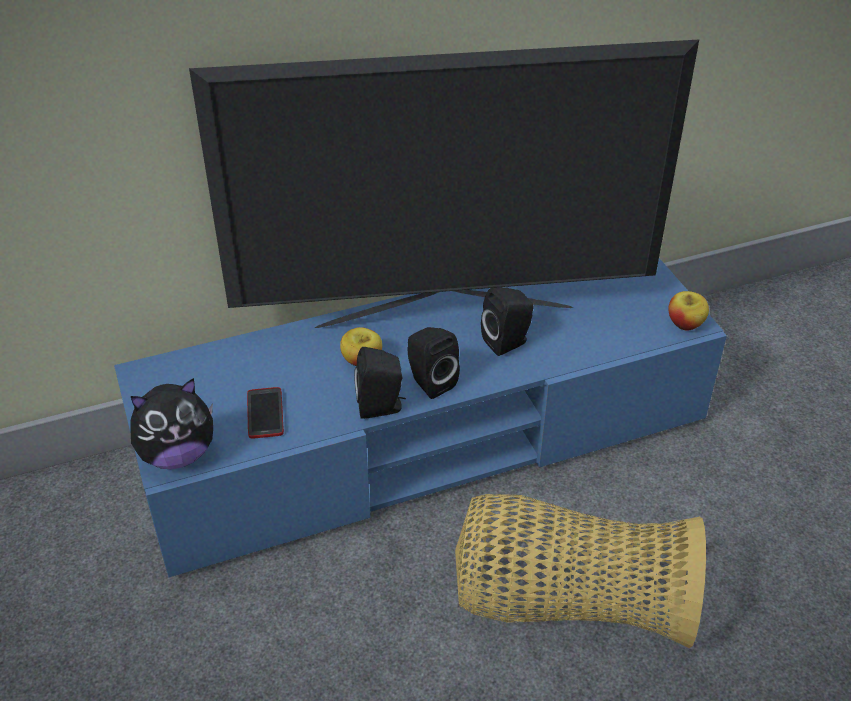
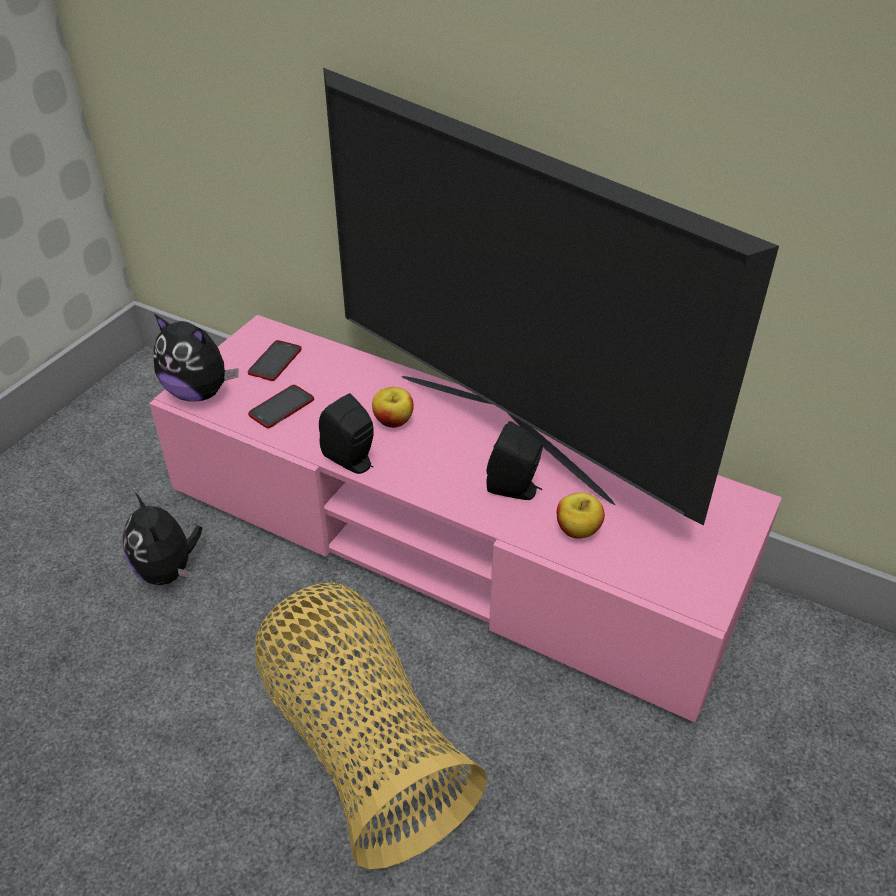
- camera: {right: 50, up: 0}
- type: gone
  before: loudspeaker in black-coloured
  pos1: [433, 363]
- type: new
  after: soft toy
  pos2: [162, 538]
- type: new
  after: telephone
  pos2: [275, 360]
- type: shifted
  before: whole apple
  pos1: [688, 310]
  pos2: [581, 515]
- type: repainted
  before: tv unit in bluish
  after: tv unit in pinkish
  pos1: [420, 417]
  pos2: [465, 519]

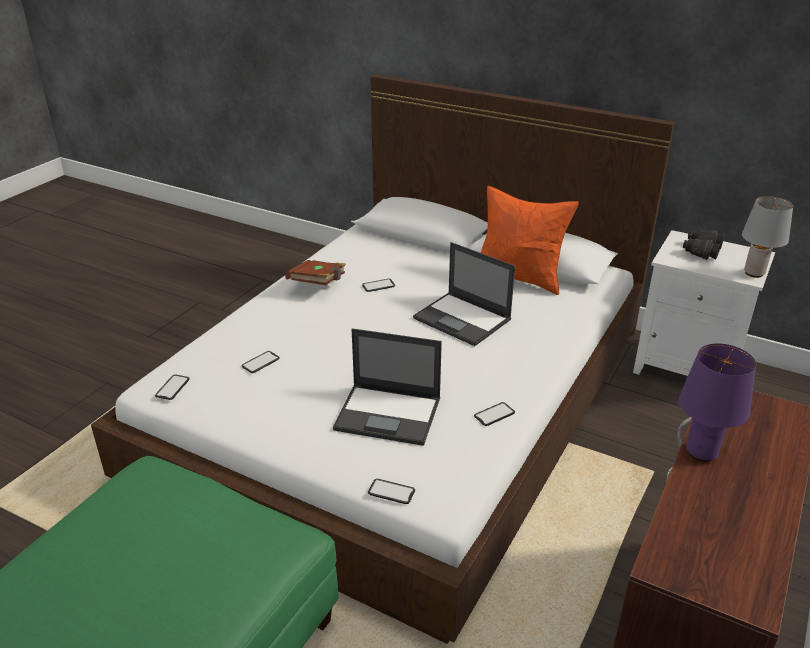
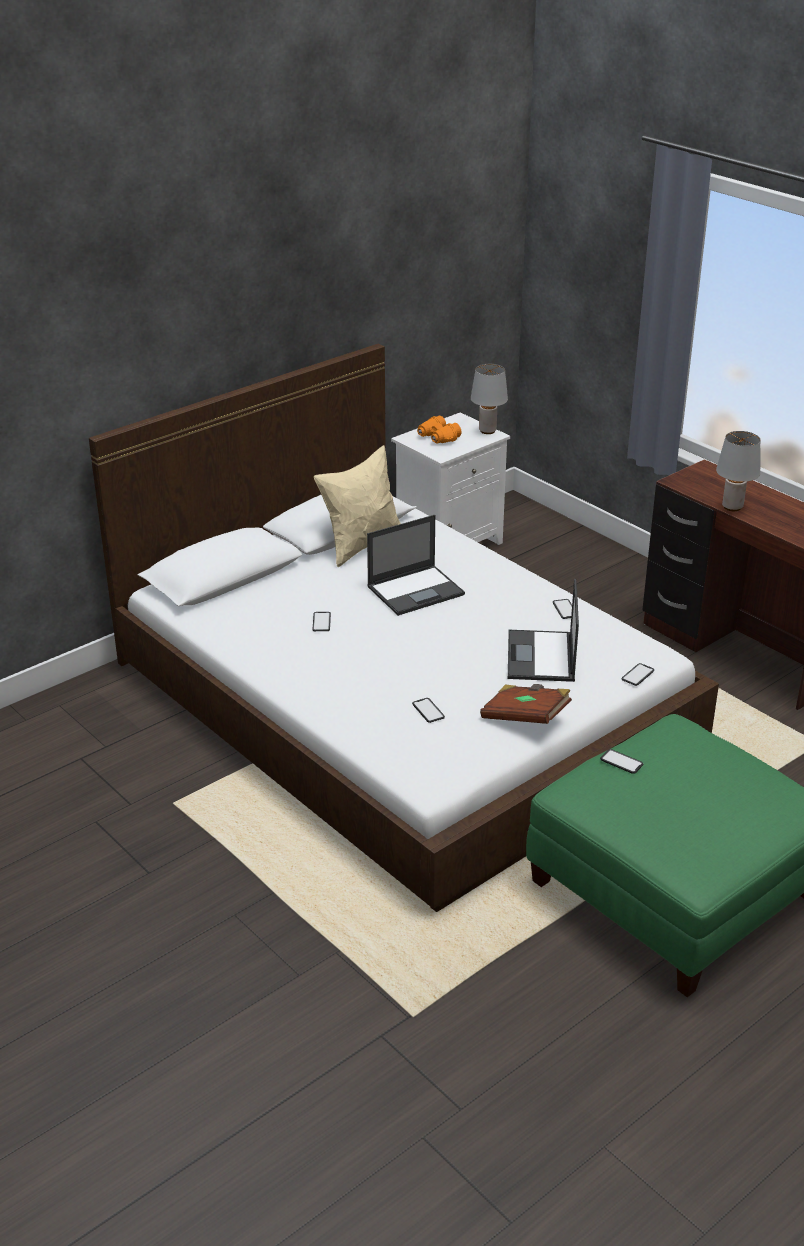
- camera: {right: -70, up: 0}
- type: shifted
  before: telephone
  pos1: [172, 387]
  pos2: [621, 761]
- type: shifted
  before: book in brownish
  pos1: [315, 272]
  pos2: [526, 704]
- type: repainted
  before: throw pillow in orange-coloured
  after: throw pillow in sand-coloured
  pos1: [530, 240]
  pos2: [357, 506]
- type: repainted
  before: lamp for a table in purplish
  after: lamp for a table in greyish
  pos1: [717, 403]
  pos2: [738, 471]
- type: repainted
  before: field glasses in black-coloured
  after: field glasses in orange-coloured
  pos1: [704, 244]
  pos2: [439, 430]
- type: rotated
  before: portable computer
  pos1: [387, 387]
  pos2: [543, 630]
  turn: 150

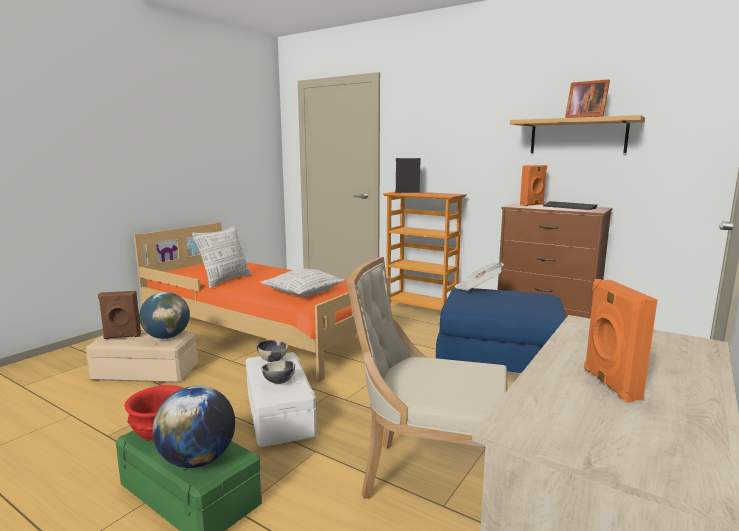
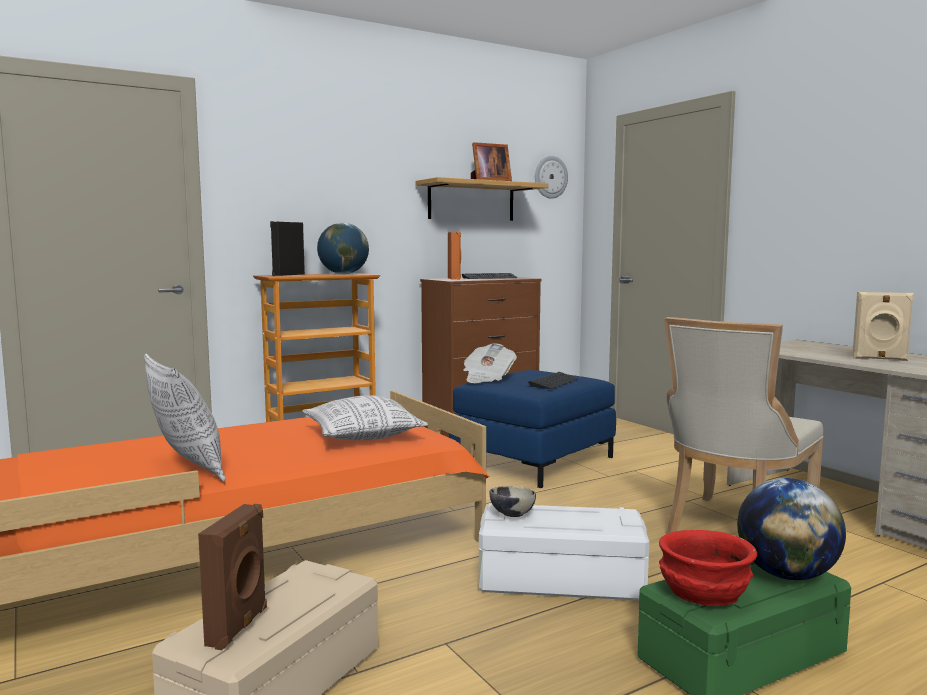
- camera: {right: -65, up: -5}
- type: gone
  before: deep dish
  pos1: [278, 372]
- type: new
  after: keyboard
  pos2: [553, 380]
- type: new
  after: hanging clock
  pos2: [551, 177]
- type: shifted
  before: desk globe
  pos1: [164, 315]
  pos2: [343, 248]
- type: repainted
  before: loudspeaker in orange-coloured
  after: loudspeaker in sand-coloured
  pos1: [620, 341]
  pos2: [883, 326]

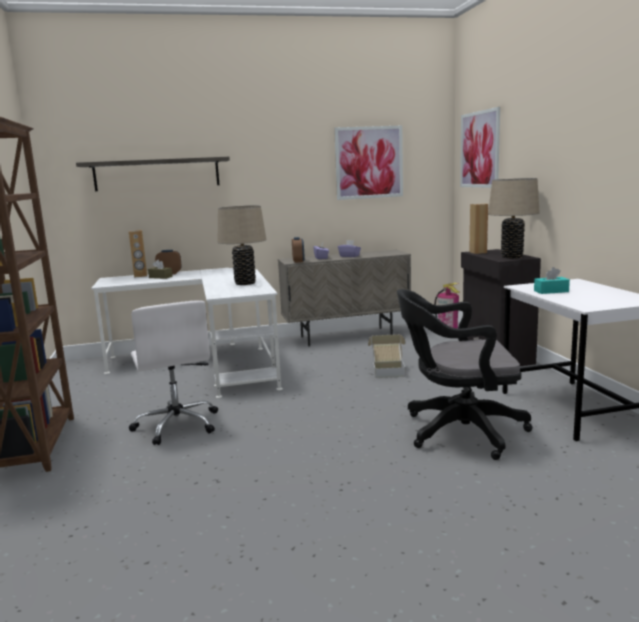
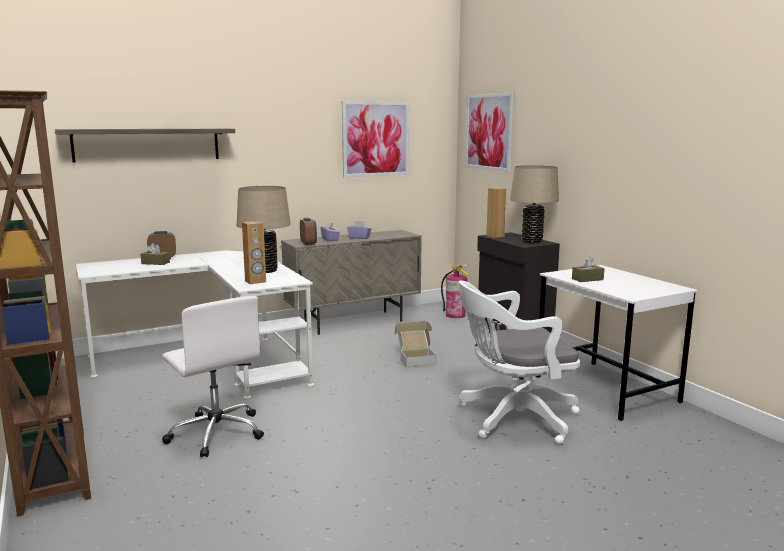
- camera: {right: -15, up: 0}
- type: shifted
  before: loudspeaker in brownish
  pos1: [138, 254]
  pos2: [254, 252]
- type: repainted
  before: computer chair in black-coloured
  after: computer chair in white-coloured
  pos1: [464, 374]
  pos2: [519, 362]
- type: repainted
  before: box of tissues in blue-green
  after: box of tissues in brownish
  pos1: [552, 280]
  pos2: [588, 269]

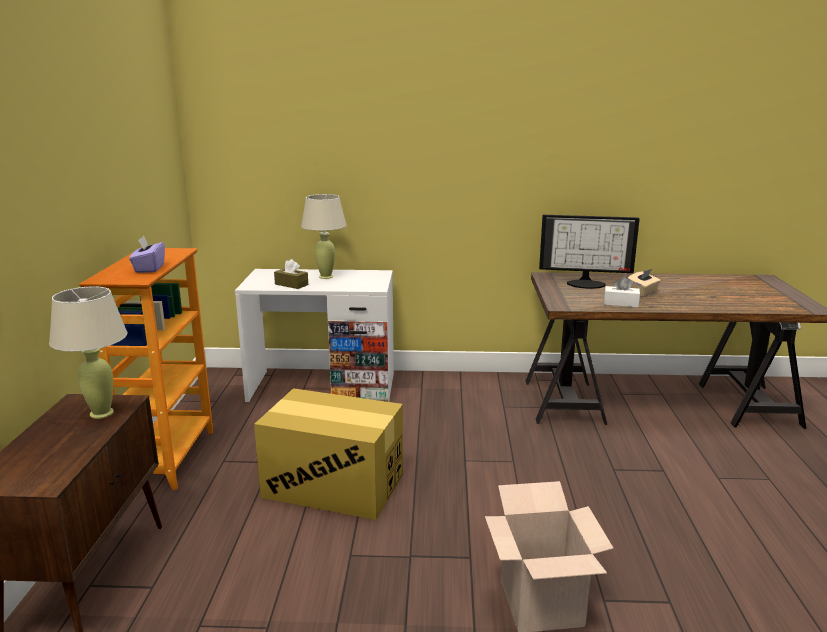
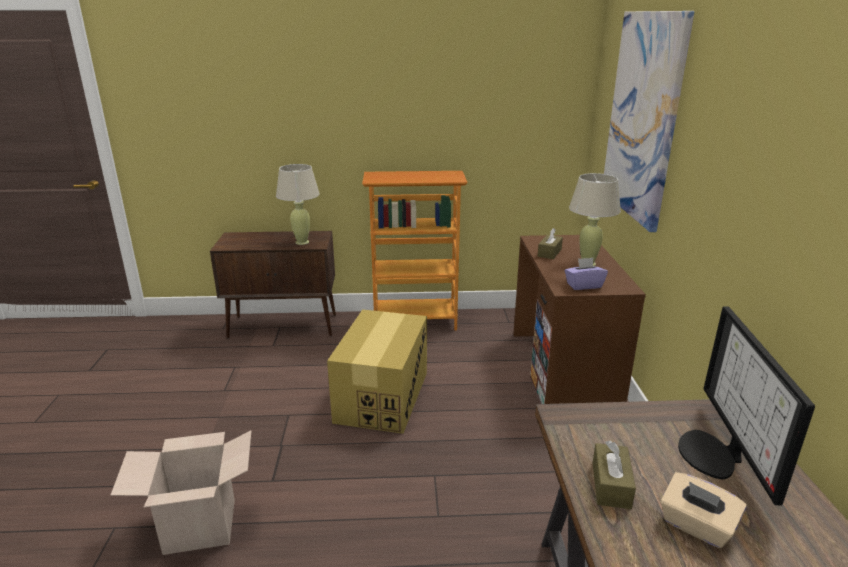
- camera: {right: 85, up: 5}
- type: new
  after: picture
  pos2: [649, 121]
- type: shifted
  before: box of tissues in purplish
  pos1: [147, 254]
  pos2: [586, 274]
- type: repainted
  before: desk table in white-coloured
  after: desk table in brownish
  pos1: [314, 335]
  pos2: [579, 319]
- type: repainted
  before: box of tissues in white-coloured
  after: box of tissues in brownish
  pos1: [622, 292]
  pos2: [614, 475]

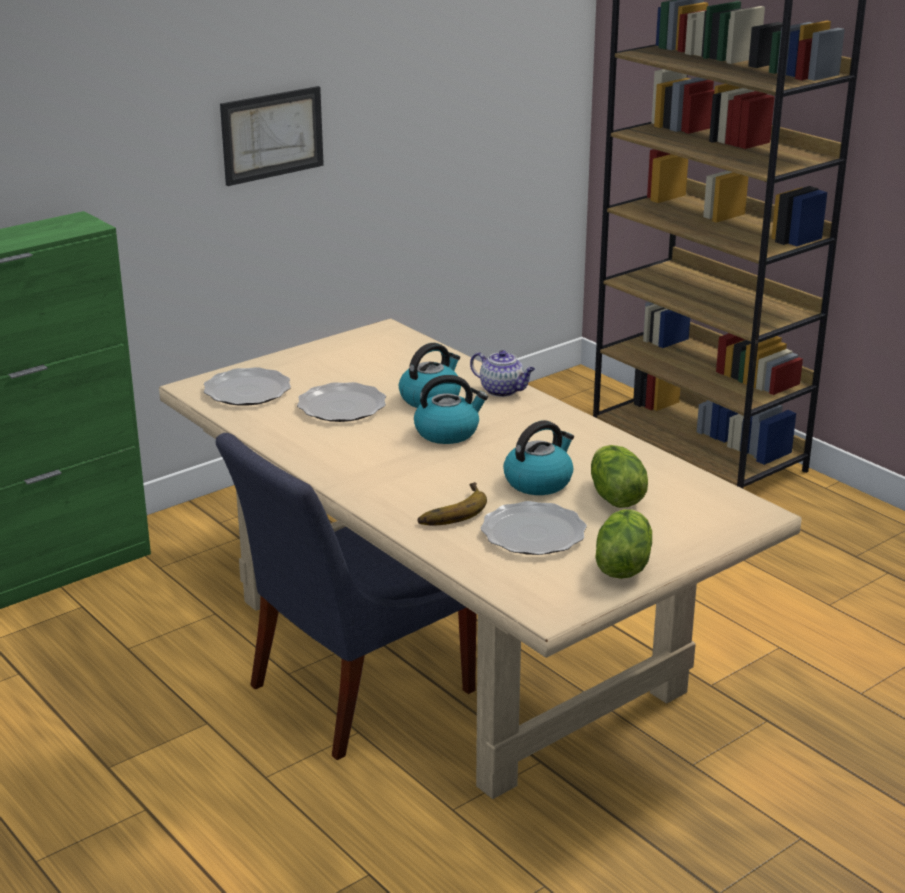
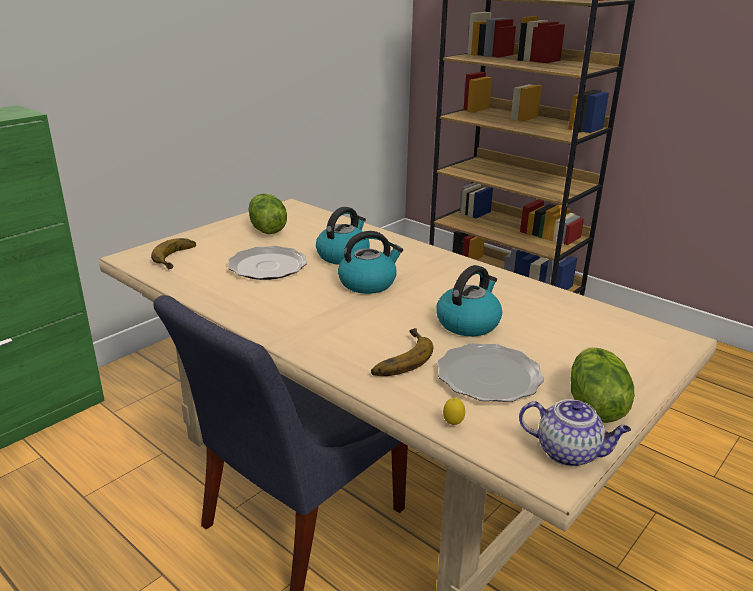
- camera: {right: -10, up: 0}
- type: gone
  before: picture
  pos1: [272, 136]
- type: new
  after: whole lemon
  pos2: [454, 411]
- type: shifted
  before: pot for tea
  pos1: [502, 373]
  pos2: [575, 433]
- type: shifted
  before: head of lettuce
  pos1: [619, 476]
  pos2: [268, 213]
- type: swapped
  before: dinner plate
  after: whole banana
  pos1: [247, 386]
  pos2: [173, 254]

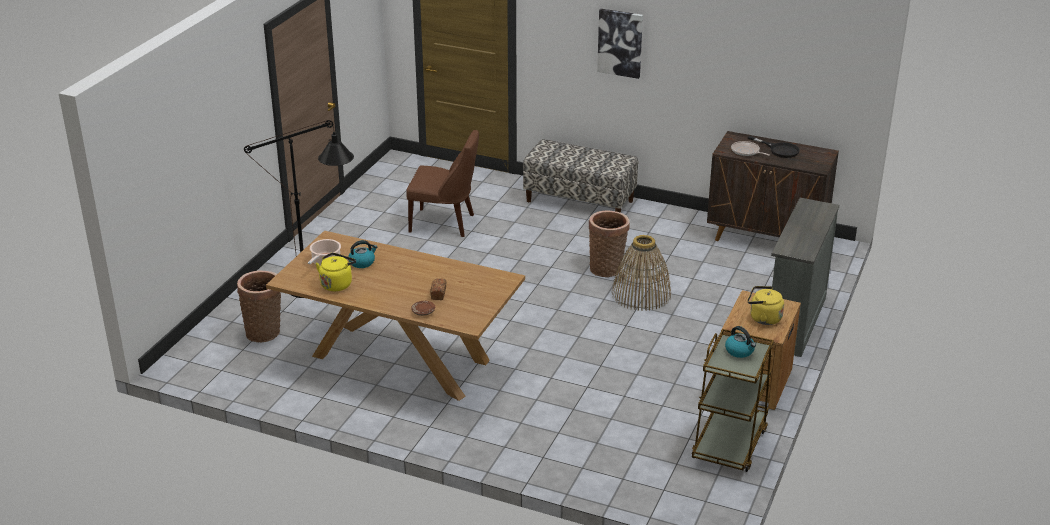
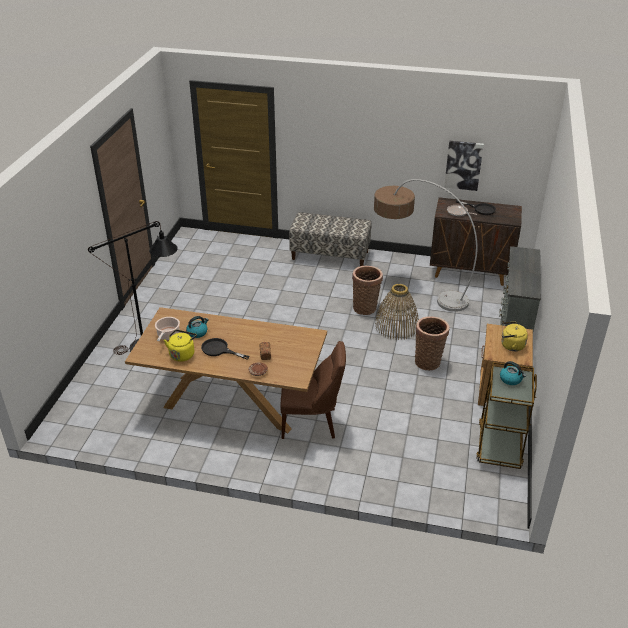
- camera: {right: -10, up: 5}
- type: new
  after: pan in black-coloured
  pos2: [225, 349]
- type: new
  after: standing lamp
  pos2: [426, 245]
- type: shifted
  before: storage basket
  pos1: [259, 306]
  pos2: [432, 343]
- type: shifted
  before: chair in brownish
  pos1: [442, 183]
  pos2: [313, 390]
- type: shifted
  before: picture
  pos1: [620, 43]
  pos2: [464, 166]

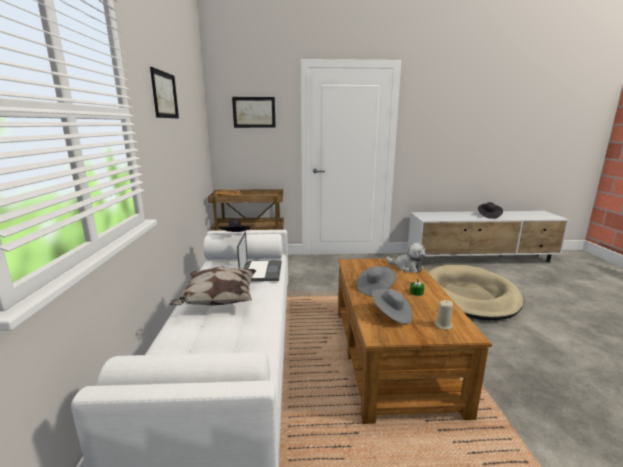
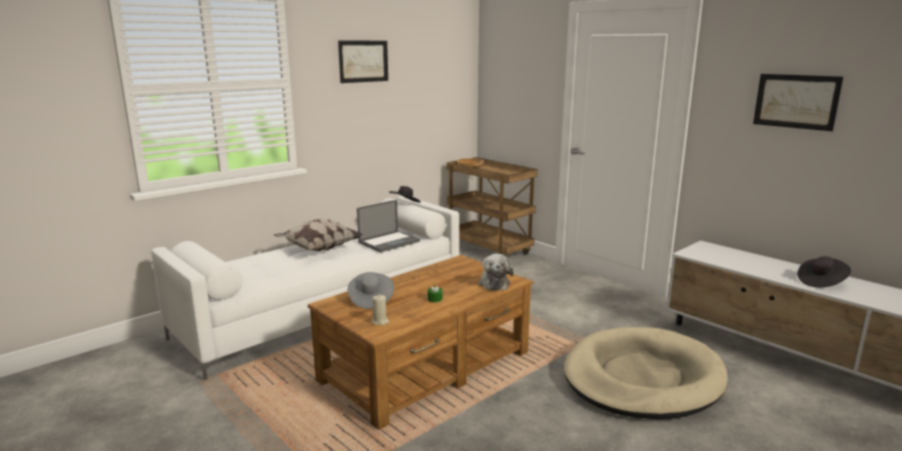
- camera: {right: 50, up: 0}
- type: gone
  before: wearable hat in greyish
  pos1: [376, 281]
- type: shifted
  before: picture
  pos1: [254, 112]
  pos2: [798, 102]

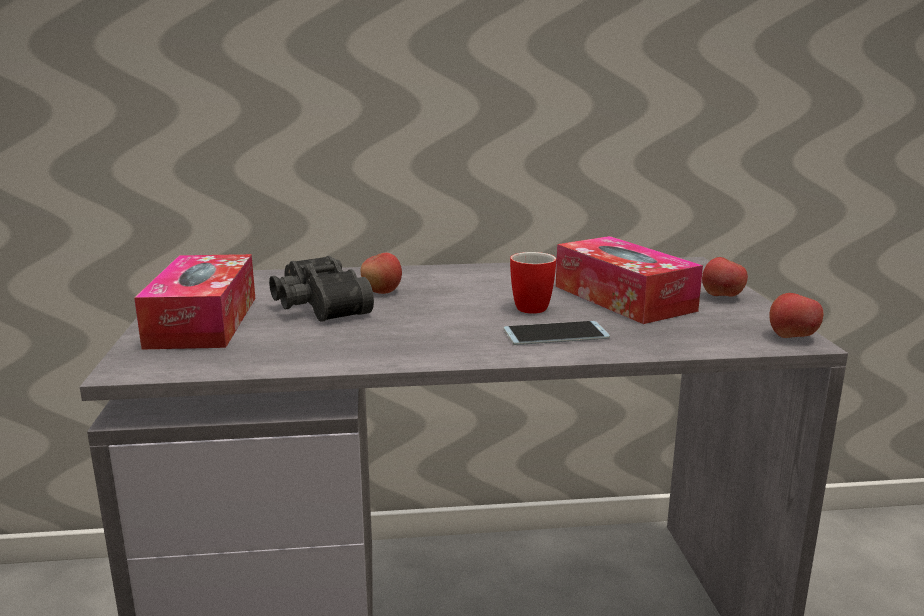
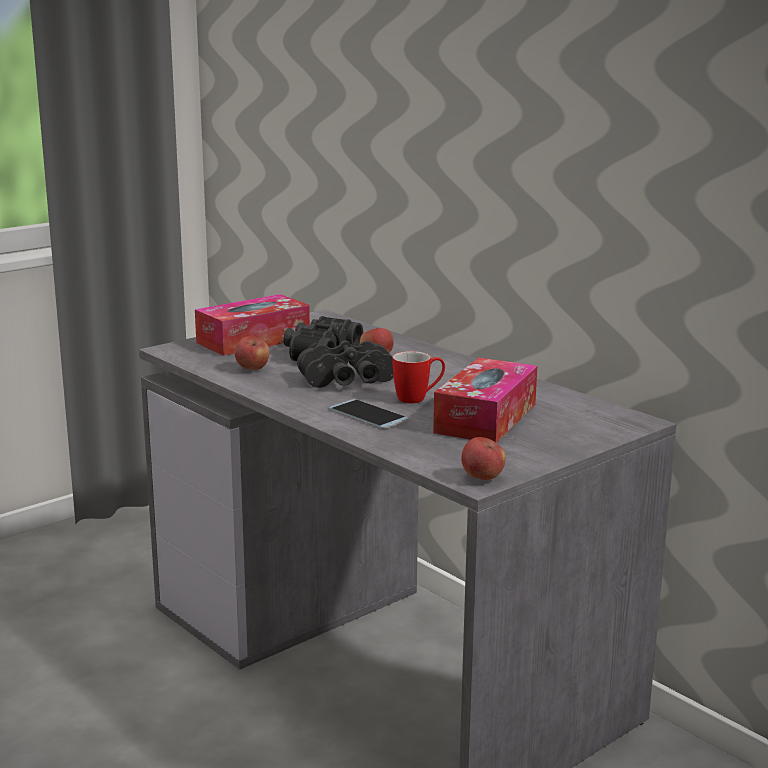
- camera: {right: 55, up: 0}
- type: new
  after: field glasses in black-coloured
  pos2: [345, 364]
- type: shifted
  before: whole apple
  pos1: [725, 277]
  pos2: [252, 353]

